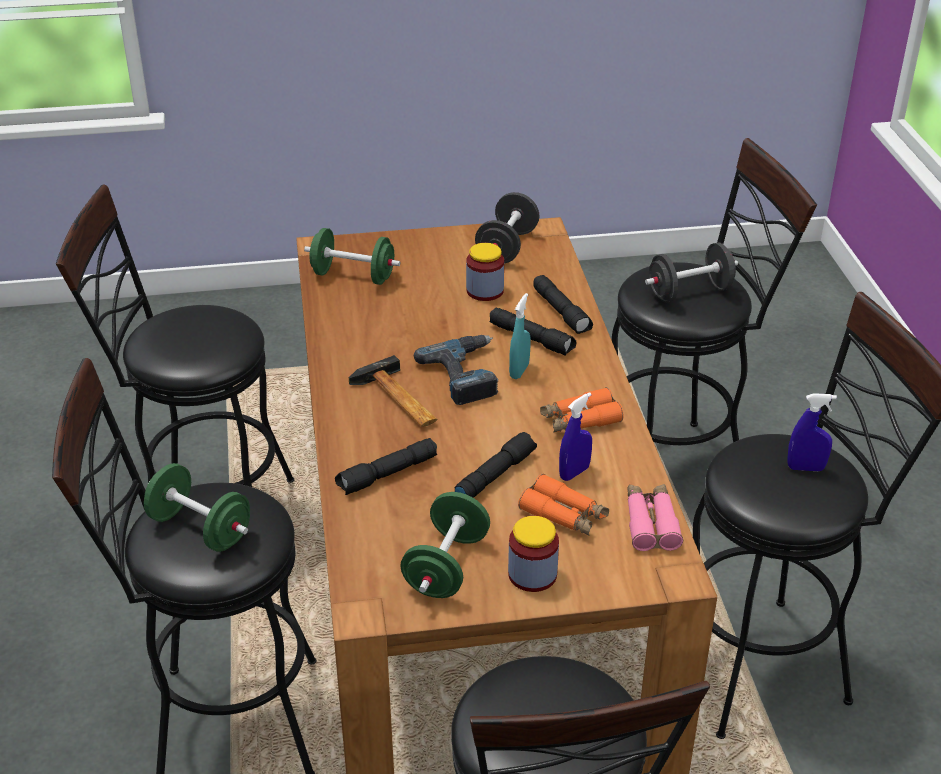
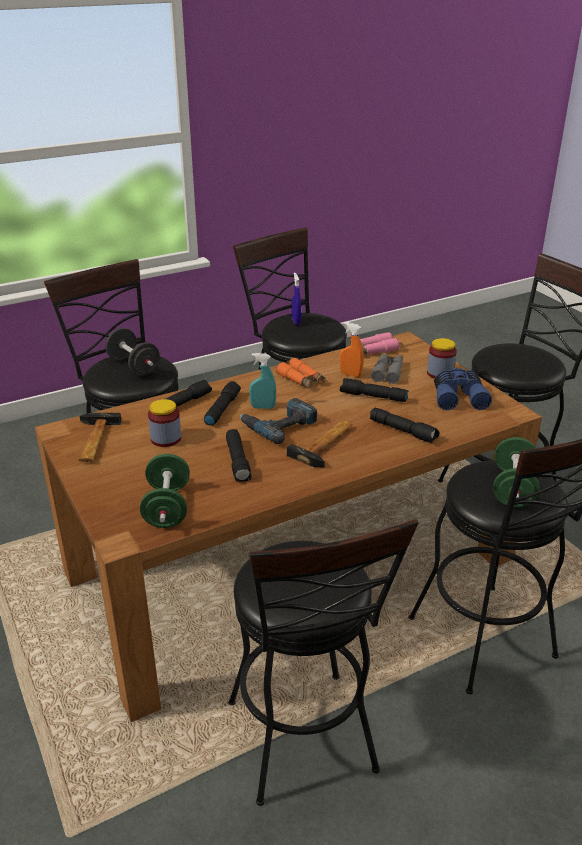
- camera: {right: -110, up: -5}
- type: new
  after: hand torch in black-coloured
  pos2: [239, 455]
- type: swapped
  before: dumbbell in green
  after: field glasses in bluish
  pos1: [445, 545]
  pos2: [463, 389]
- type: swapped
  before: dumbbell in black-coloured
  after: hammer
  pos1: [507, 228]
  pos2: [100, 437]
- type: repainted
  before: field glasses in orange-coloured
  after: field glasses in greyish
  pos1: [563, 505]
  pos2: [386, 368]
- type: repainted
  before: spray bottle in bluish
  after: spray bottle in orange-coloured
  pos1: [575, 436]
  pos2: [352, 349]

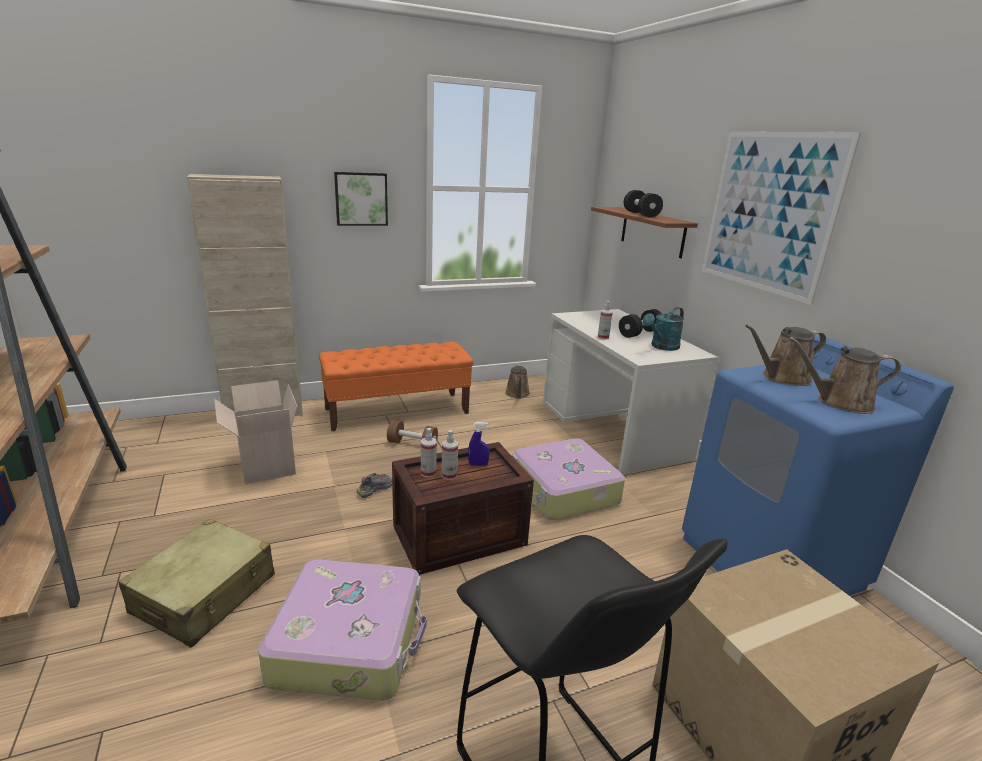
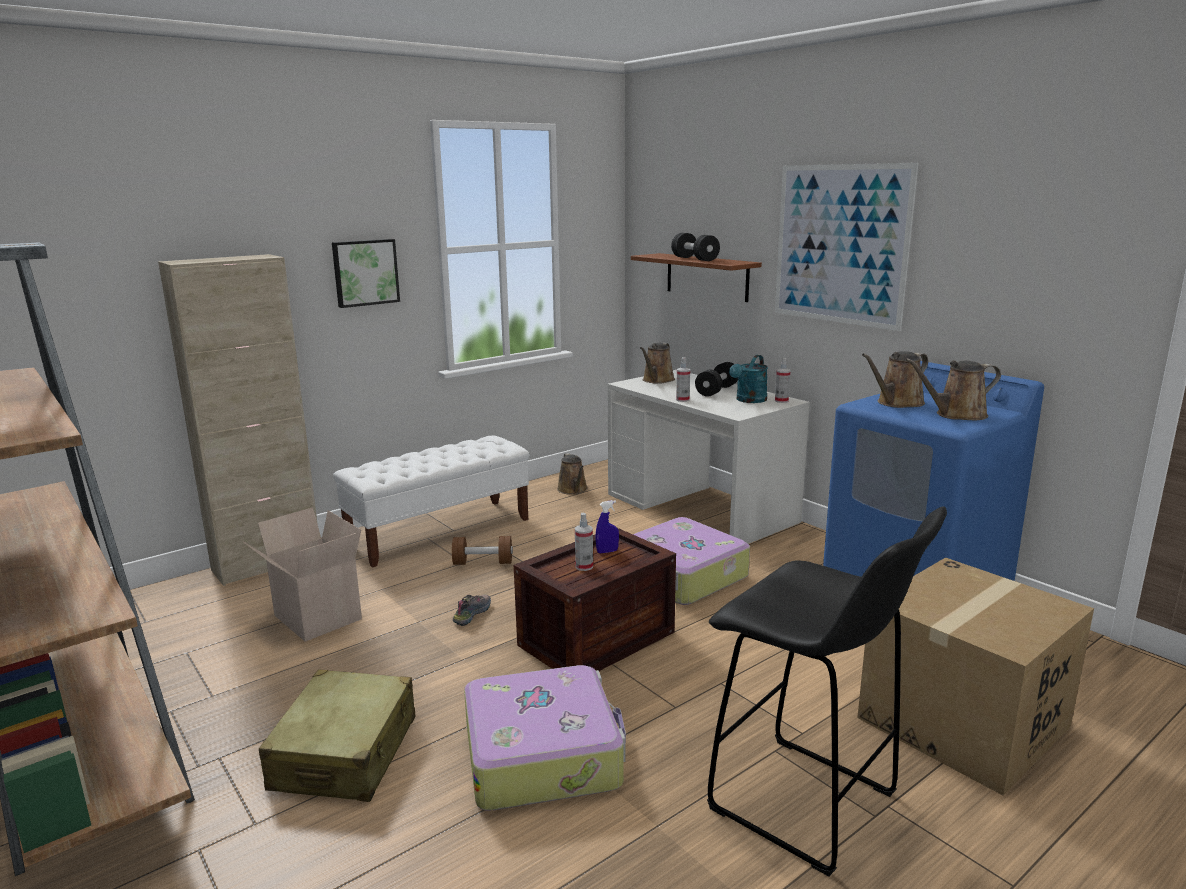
- camera: {right: -15, up: -5}
- type: new
  after: watering pot in brownish
  pos2: [657, 363]
- type: shifted
  before: spray bottle
  pos1: [429, 453]
  pos2: [782, 380]
- type: repainted
  before: bench in orange-coloured
  after: bench in white-coloured
  pos1: [396, 386]
  pos2: [431, 502]

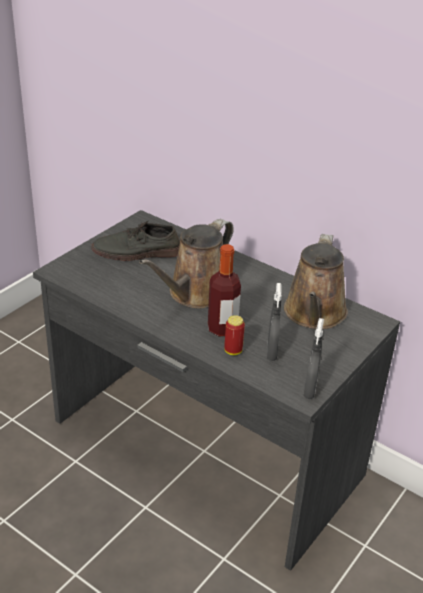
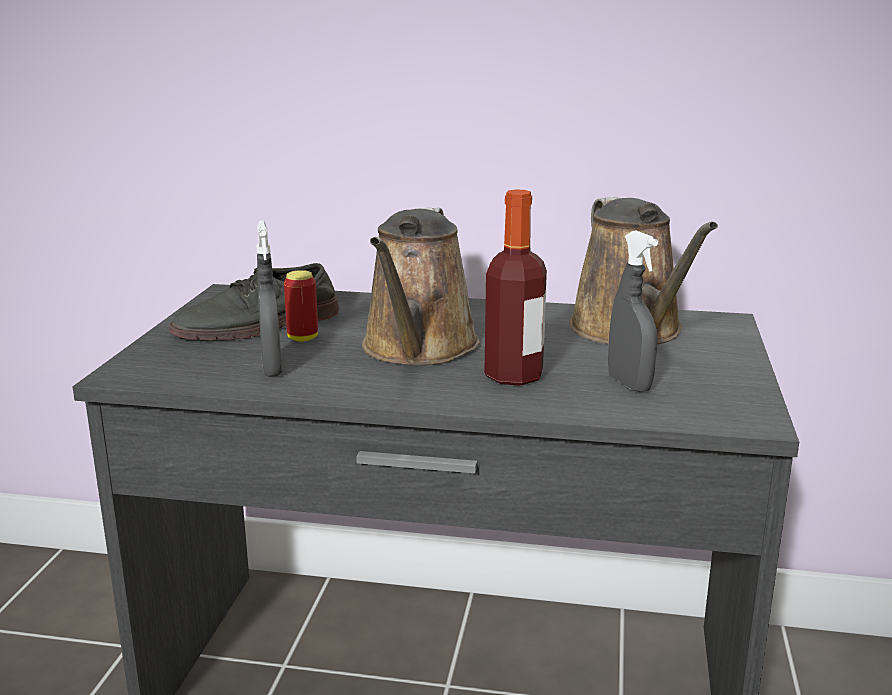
- camera: {right: -25, up: -15}
- type: shifted
  before: can
  pos1: [234, 335]
  pos2: [301, 306]
- type: shifted
  before: spray bottle in greyish
  pos1: [313, 358]
  pos2: [269, 299]

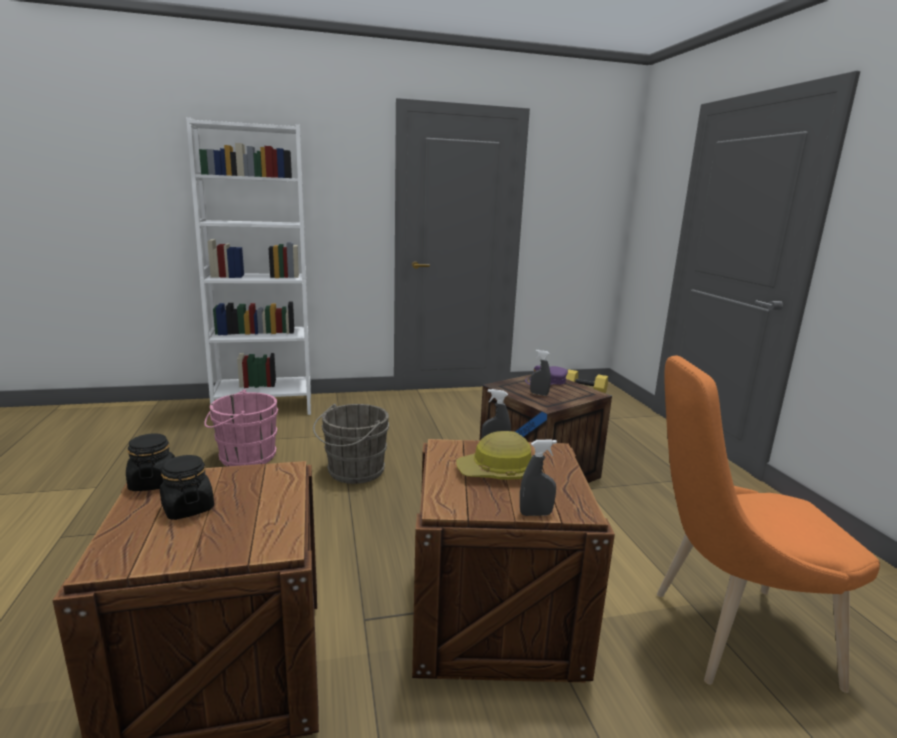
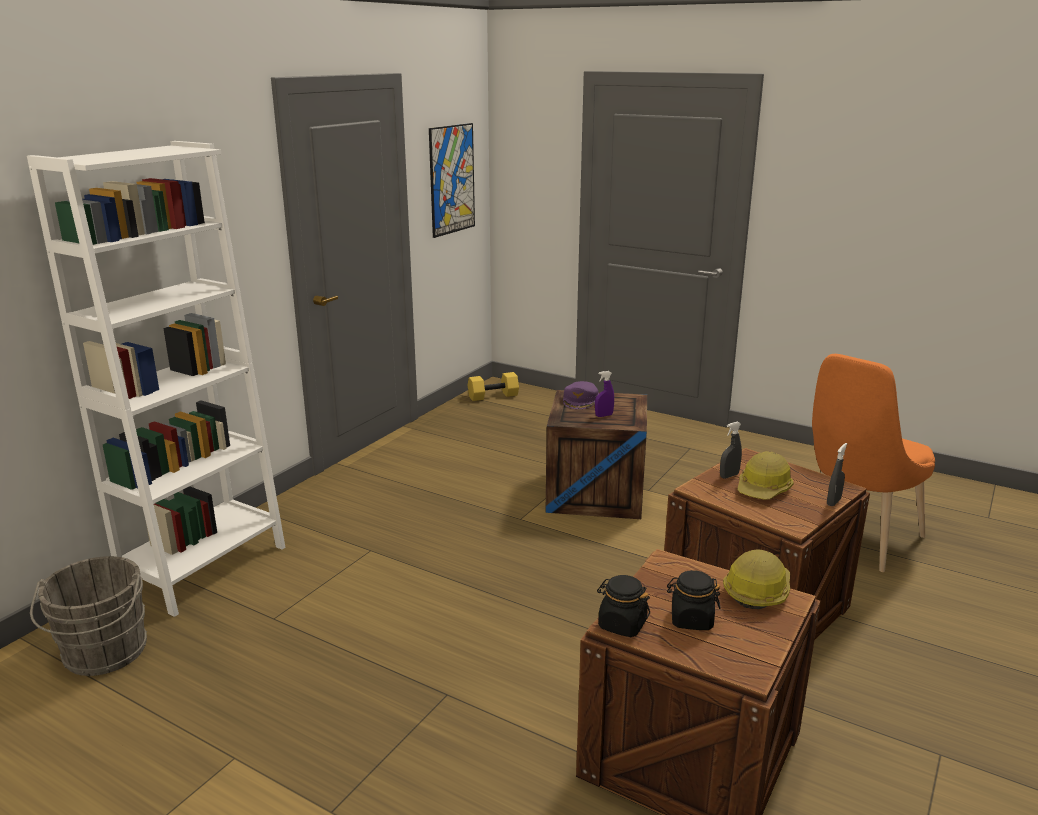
- camera: {right: -45, up: 5}
- type: gone
  before: bucket in pinkish
  pos1: [241, 428]
- type: new
  after: picture
  pos2: [452, 180]
- type: new
  after: work helmet
  pos2: [756, 579]
- type: shifted
  before: bucket in greyish
  pos1: [351, 444]
  pos2: [88, 616]
- type: repainted
  before: spray bottle in greyish
  after: spray bottle in purplish
  pos1: [540, 373]
  pos2: [604, 394]

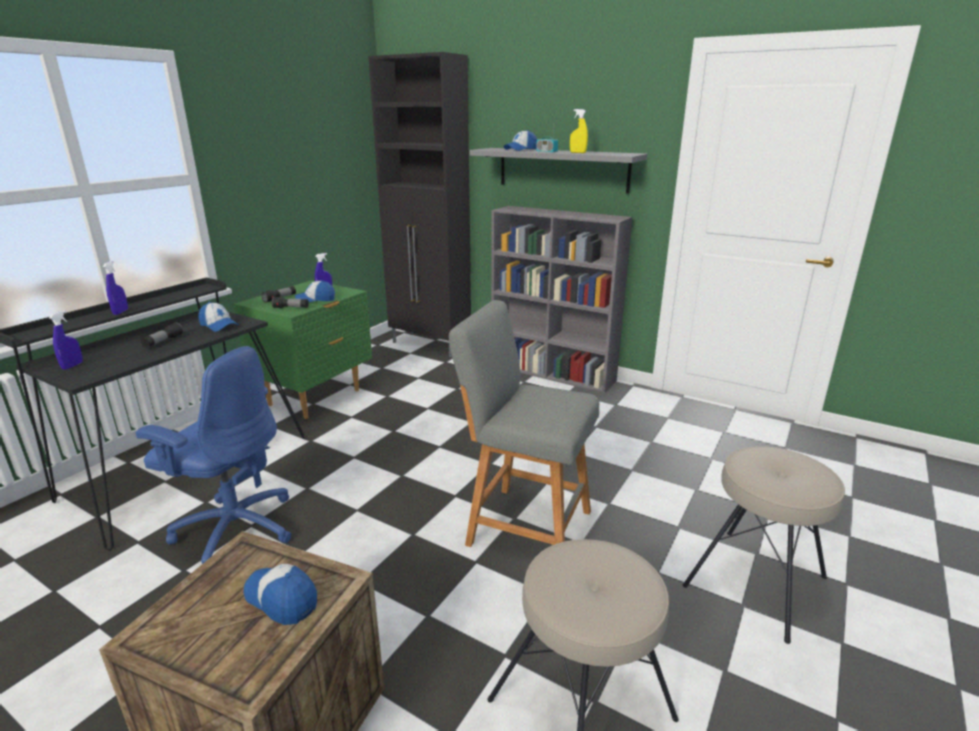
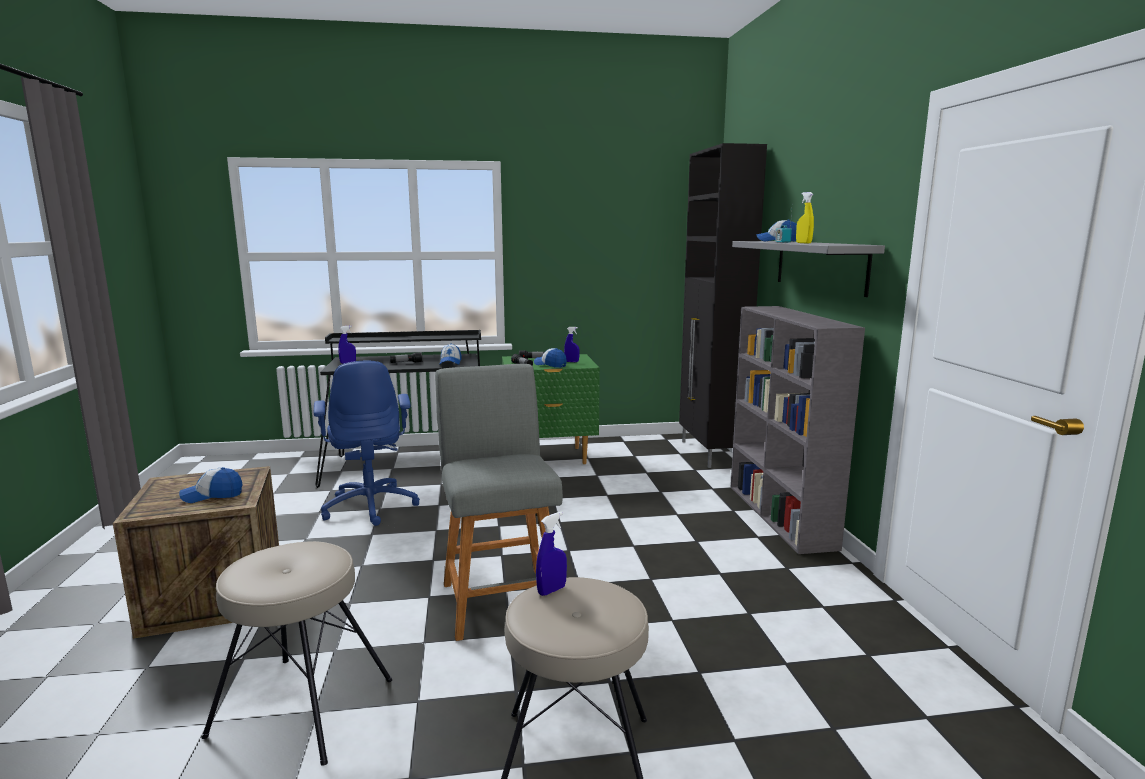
- camera: {right: 50, up: -10}
- type: shifted
  before: spray bottle in bluish
  pos1: [115, 288]
  pos2: [551, 554]
- type: rotated
  before: cap
  pos1: [280, 594]
  pos2: [211, 485]
  turn: -105

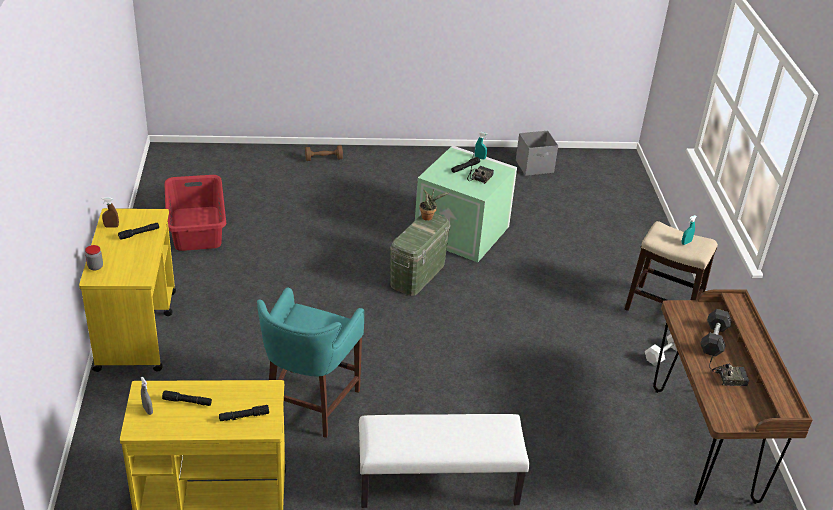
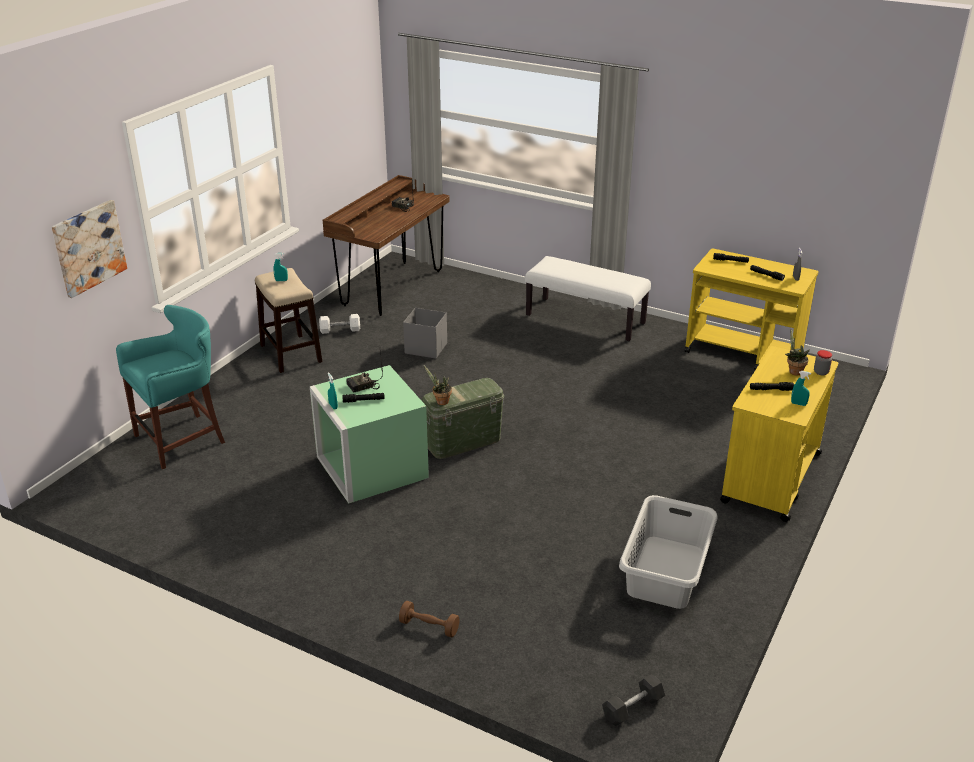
- camera: {right: -145, up: -5}
- type: new
  after: picture
  pos2: [89, 249]
- type: new
  after: plant in a pot
  pos2: [797, 352]
- type: shifted
  before: sitting stool in blue-green
  pos1: [310, 362]
  pos2: [170, 387]
- type: shifted
  before: storage container in greyish
  pos1: [537, 153]
  pos2: [425, 333]
- type: shifted
  before: dumbbell in greyish
  pos1: [716, 333]
  pos2: [633, 700]
- type: repainted
  before: spray bottle in brownish
  after: spray bottle in blue-green
  pos1: [110, 212]
  pos2: [801, 388]
- type: repainted
  before: washing basket in red
  after: washing basket in greyish
  pos1: [195, 213]
  pos2: [668, 552]

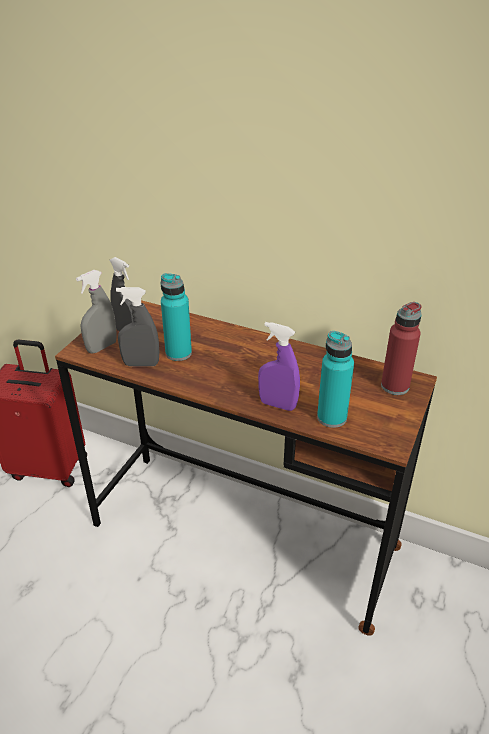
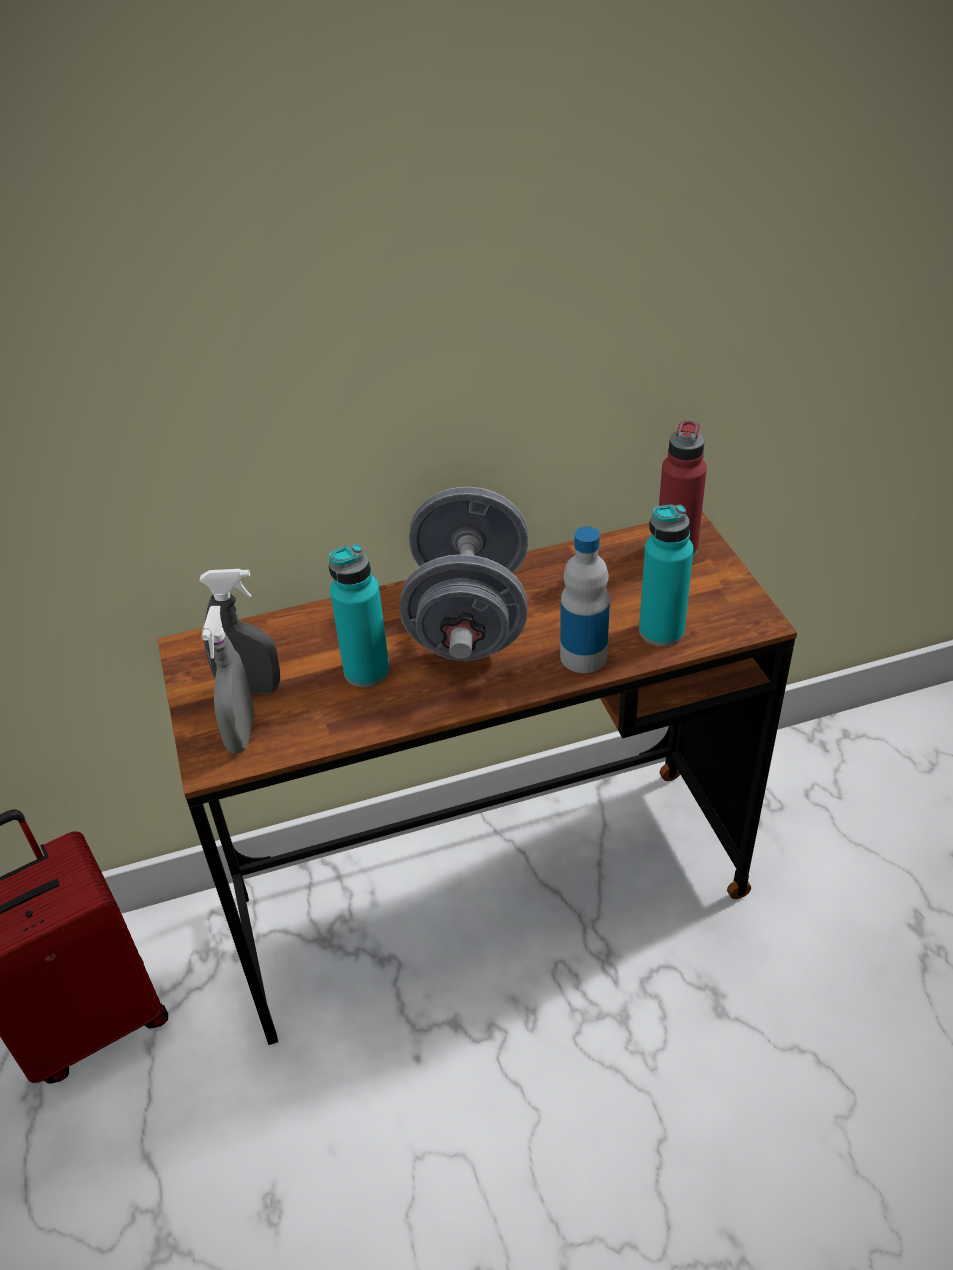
- camera: {right: -40, up: 5}
- type: gone
  before: spray bottle in greyish
  pos1: [137, 326]
- type: new
  after: dumbbell in greyish
  pos2: [464, 574]
- type: swapped
  before: spray bottle in purplish
  after: bottle
  pos1: [279, 366]
  pos2: [585, 599]

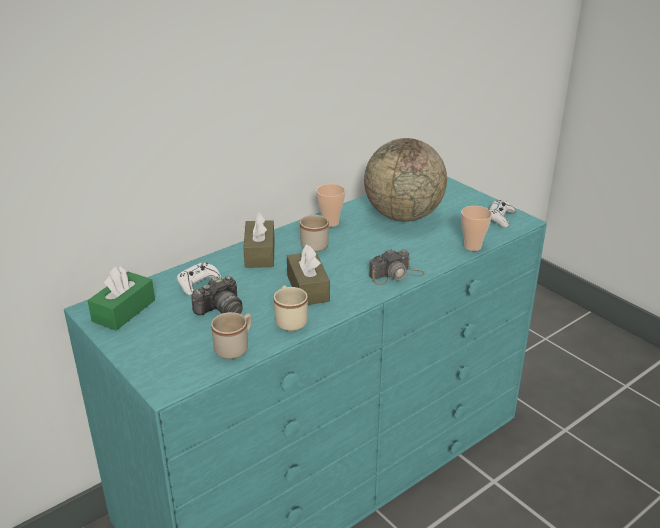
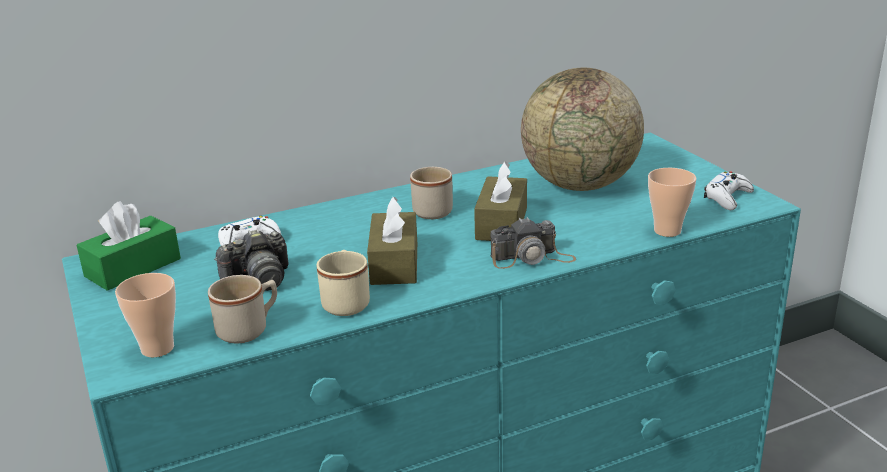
- camera: {right: 15, up: -5}
- type: shifted
  before: box of tissues in brownish
  pos1: [258, 240]
  pos2: [500, 201]
- type: shifted
  before: cup
  pos1: [330, 205]
  pos2: [145, 315]

